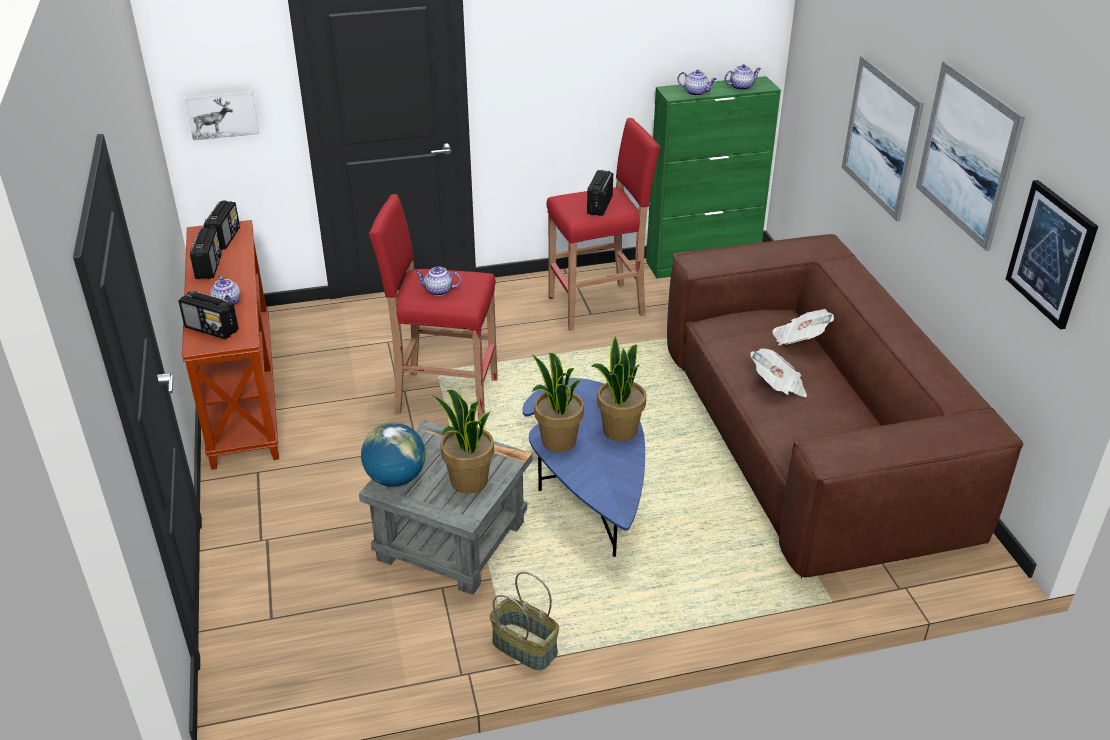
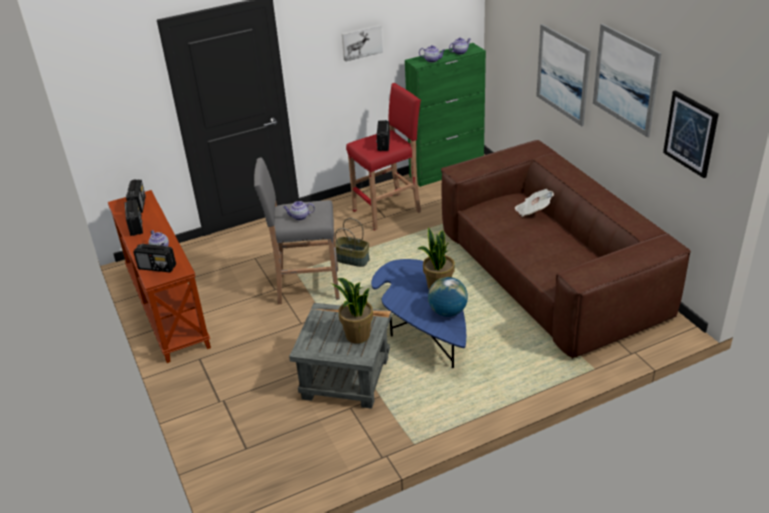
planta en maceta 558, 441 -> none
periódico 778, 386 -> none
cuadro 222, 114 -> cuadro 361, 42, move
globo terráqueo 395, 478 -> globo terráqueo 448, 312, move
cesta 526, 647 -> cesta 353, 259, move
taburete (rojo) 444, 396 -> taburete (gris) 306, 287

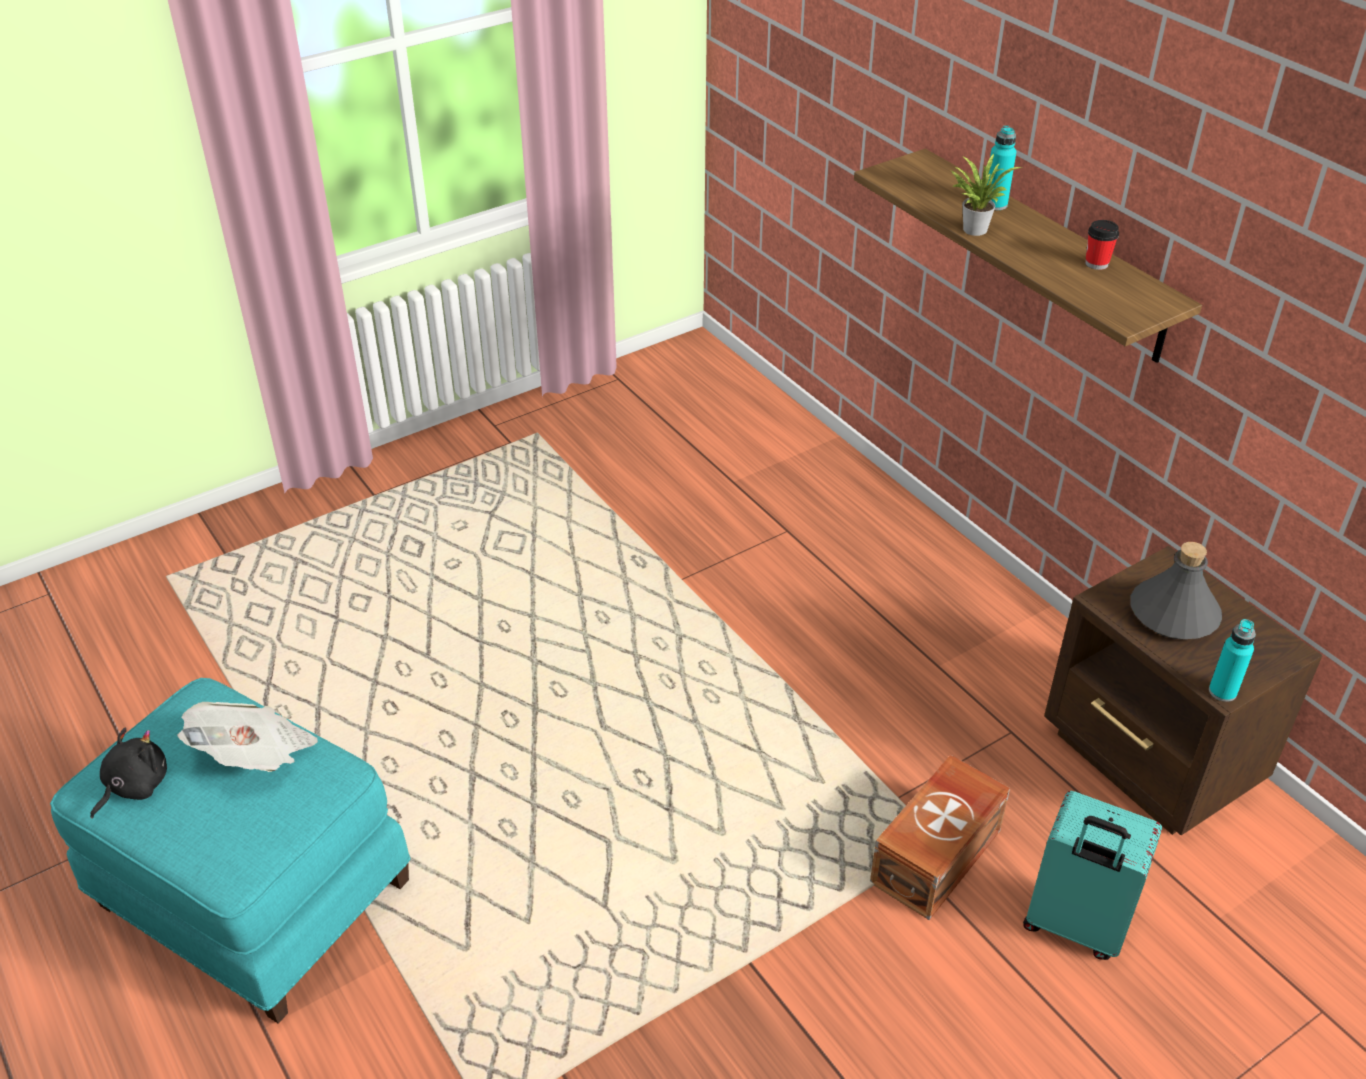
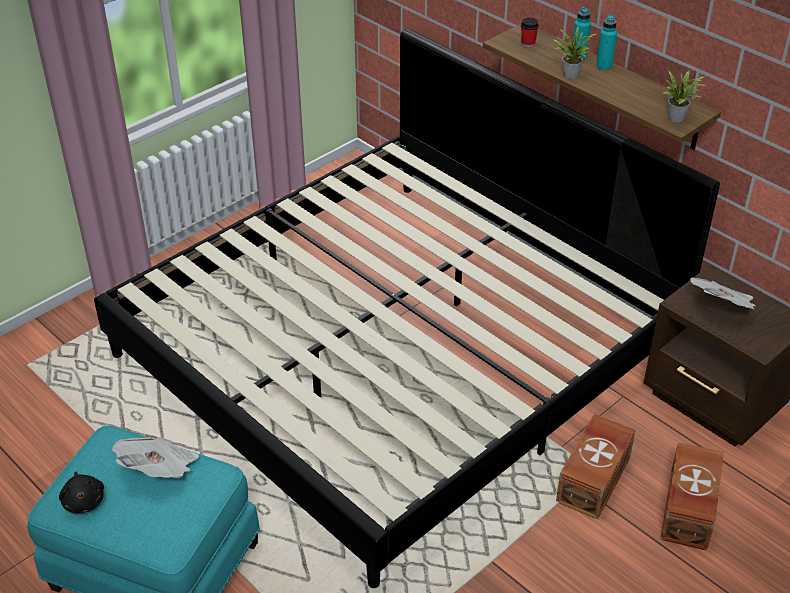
none -> cama 395, 351
none -> planta en maceta 678, 118
taza 1096, 263 -> taza 528, 44, move
botella (turquesa) 1222, 691 -> botella (turquesa) 604, 66, move
maleta (turquesa) 1074, 926 -> caja de almacenaje (marrón) 686, 510
botella (gris) 1173, 614 -> periódico 722, 307
peluche (negro) 134, 786 -> peluche (negro) 84, 501, 135 degrees clockwise

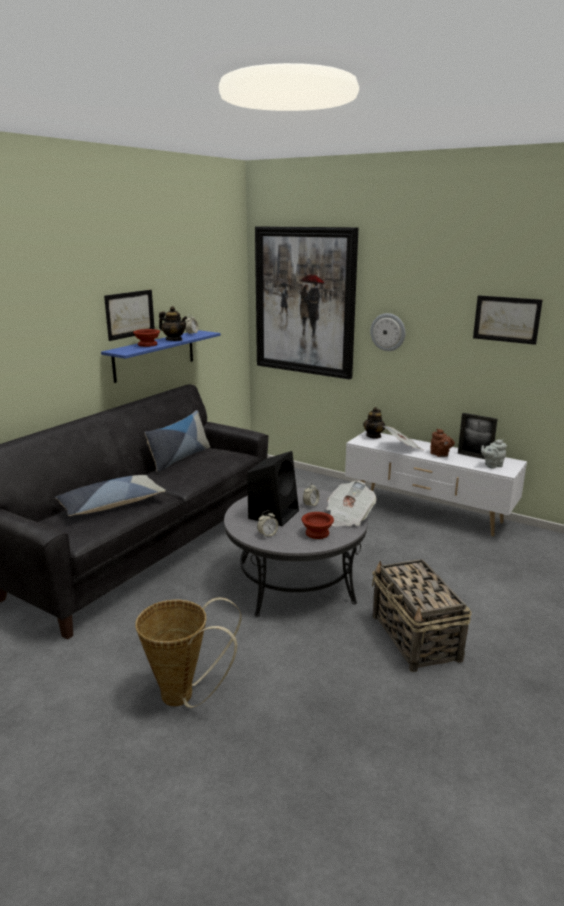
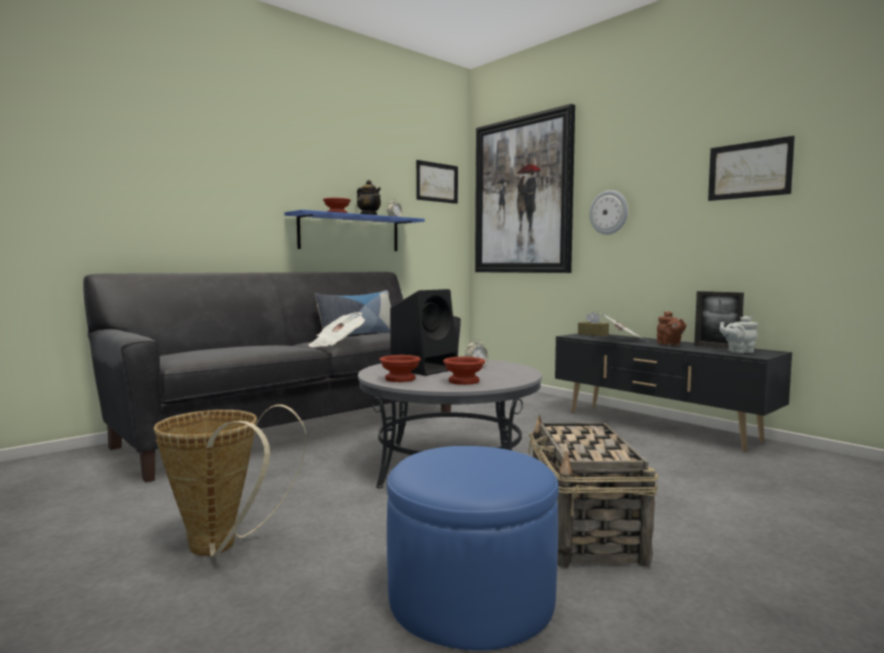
cojín 111, 504 -> none
none -> puf (azul) 471, 597
cuadro 130, 314 -> cuadro 437, 182, move
periódico 348, 517 -> periódico 336, 344, move
despertador 267, 535 -> cuenco (marrón) 401, 379
tetera 374, 436 -> caja de pañuelos (marrón) 593, 334
mueble de televisión (blanco) 427, 512 -> mueble de televisión (negro) 658, 426

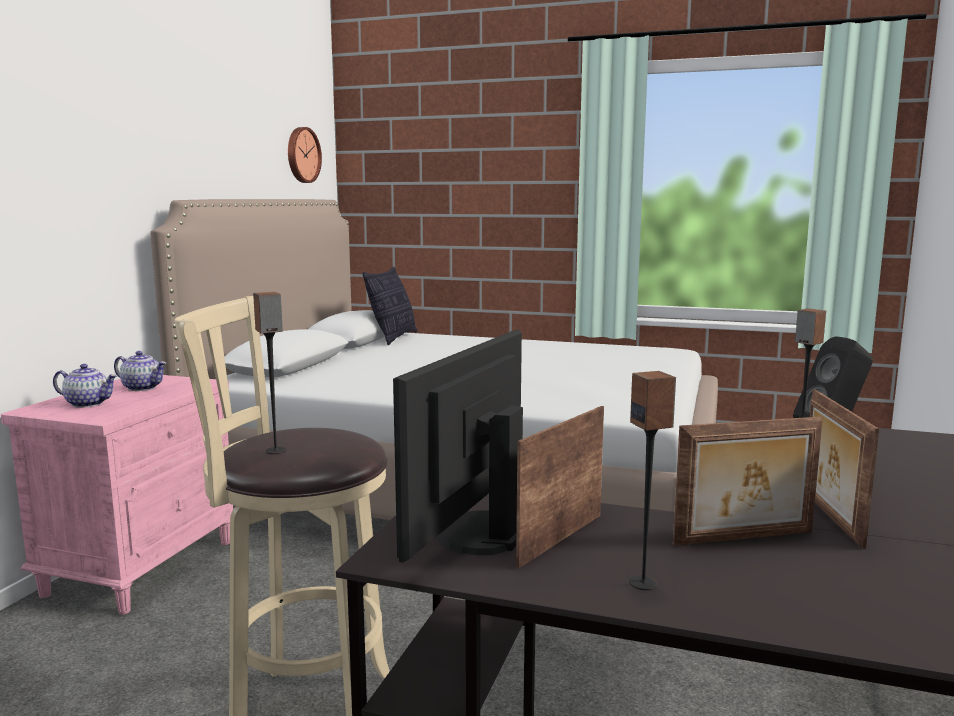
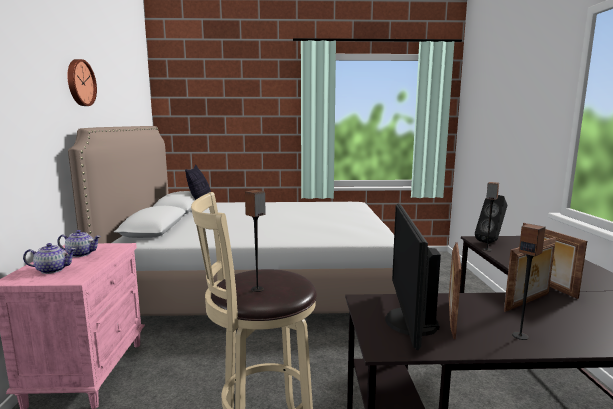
reloj de pared 302, 155 -> reloj de pared 80, 83, move

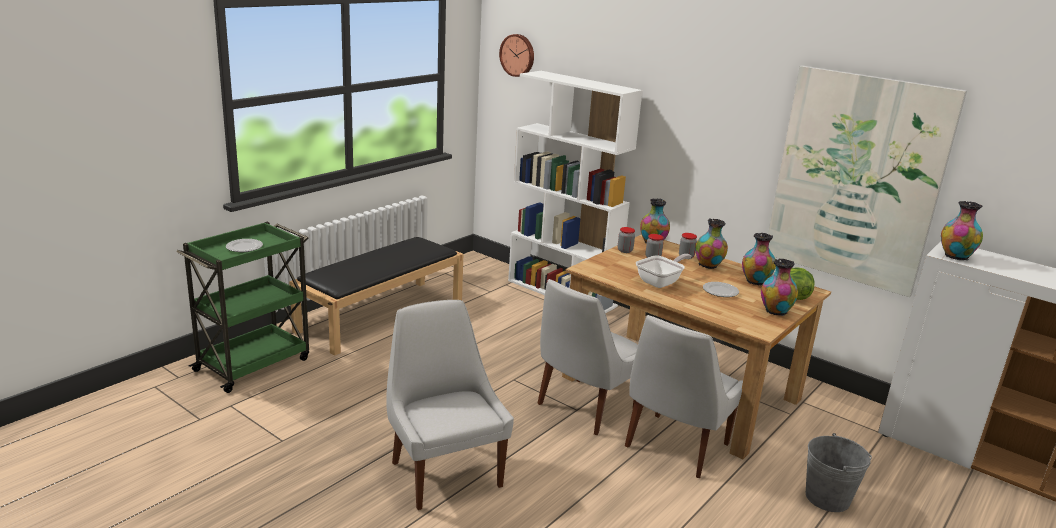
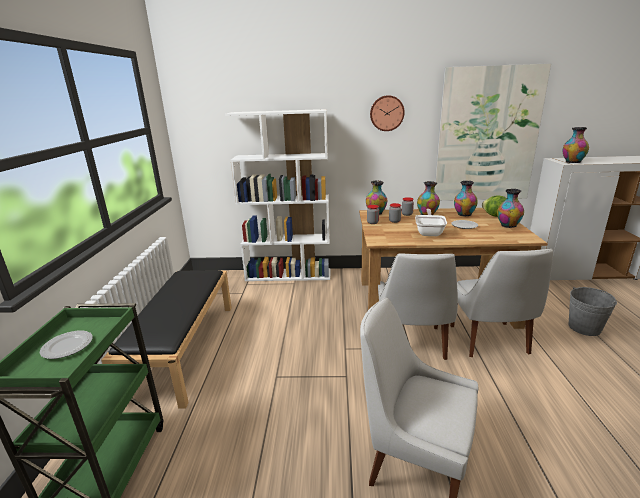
reloj de pared 518, 55 -> reloj de pared 386, 113, move

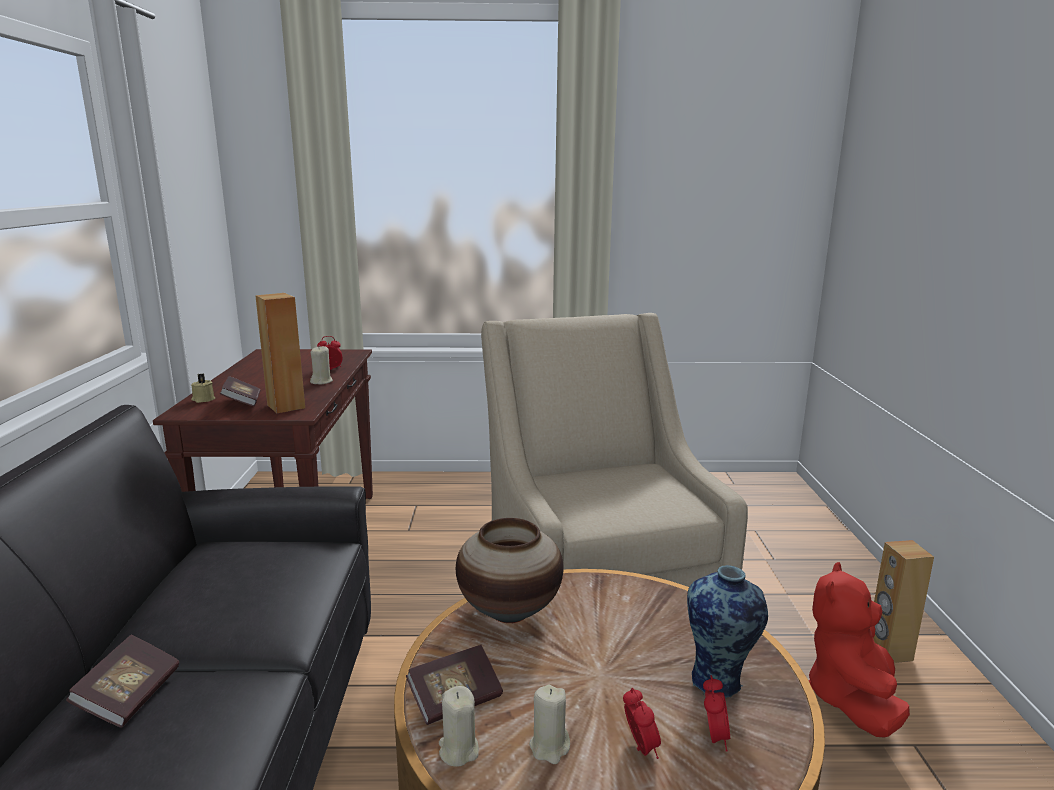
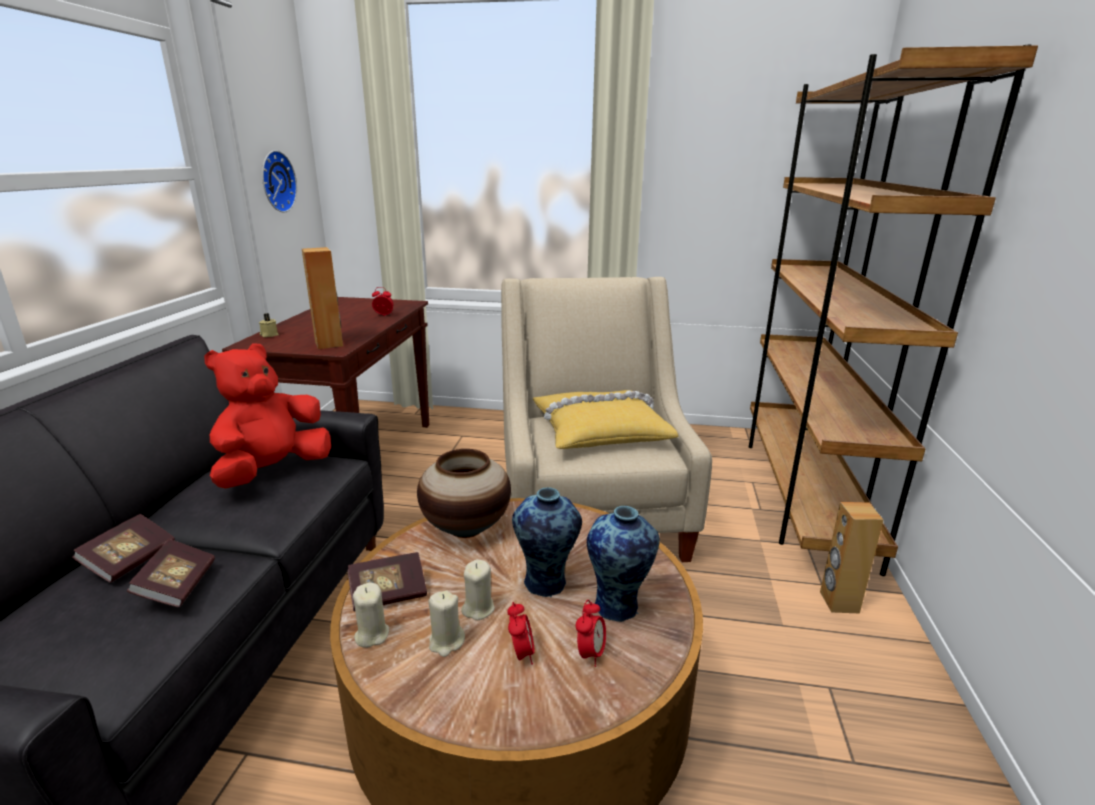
none -> reloj de pared 275, 181
none -> florero 546, 584
none -> cojín (amarillo) 599, 430
none -> estantería (marrón) 802, 492
libro 242, 402 -> libro 178, 586, move
vela (beis) 322, 381 -> vela (beis) 478, 608, move
peluche (rojo) 851, 699 -> peluche (rojo) 273, 471, move

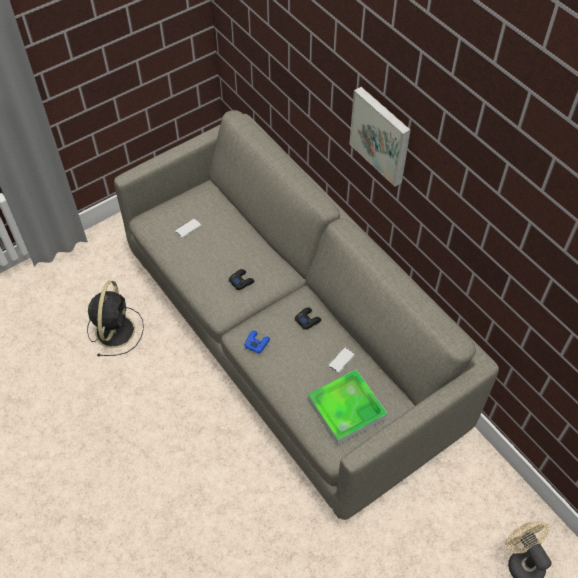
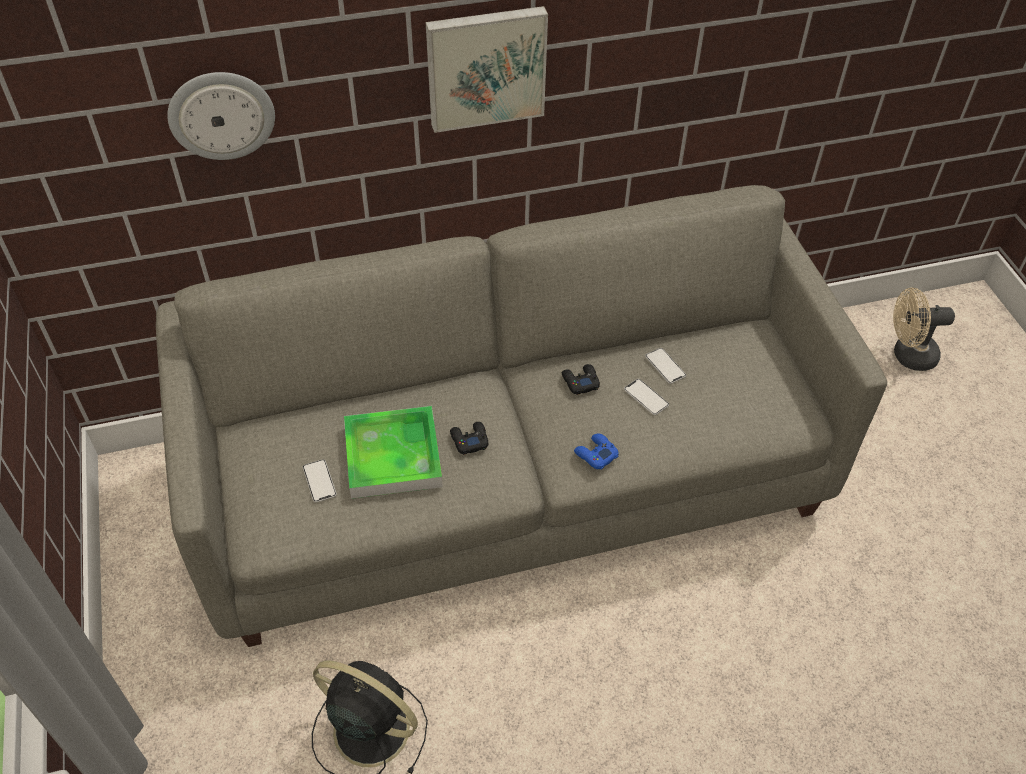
none -> reloj de pared 221, 115
none -> móvil 646, 397
bandeja 346, 409 -> bandeja 393, 456, move

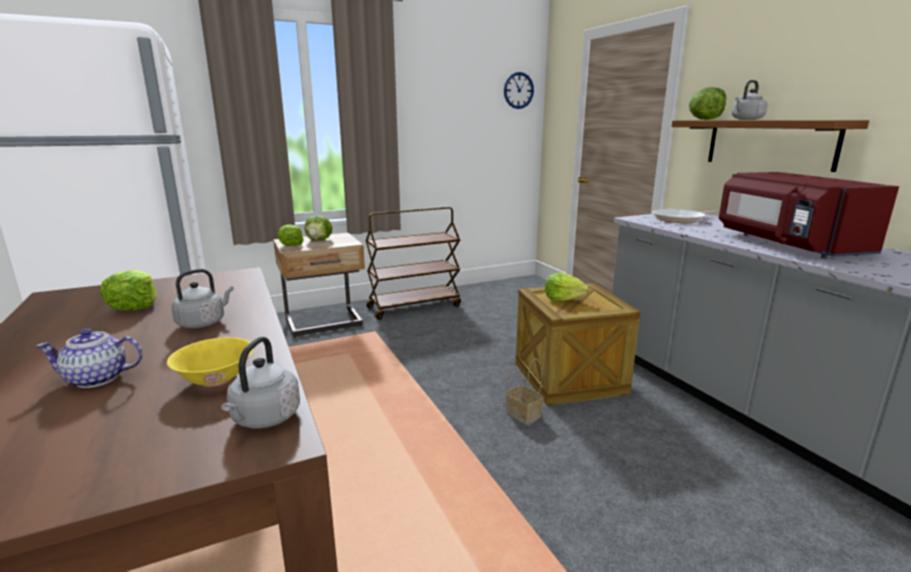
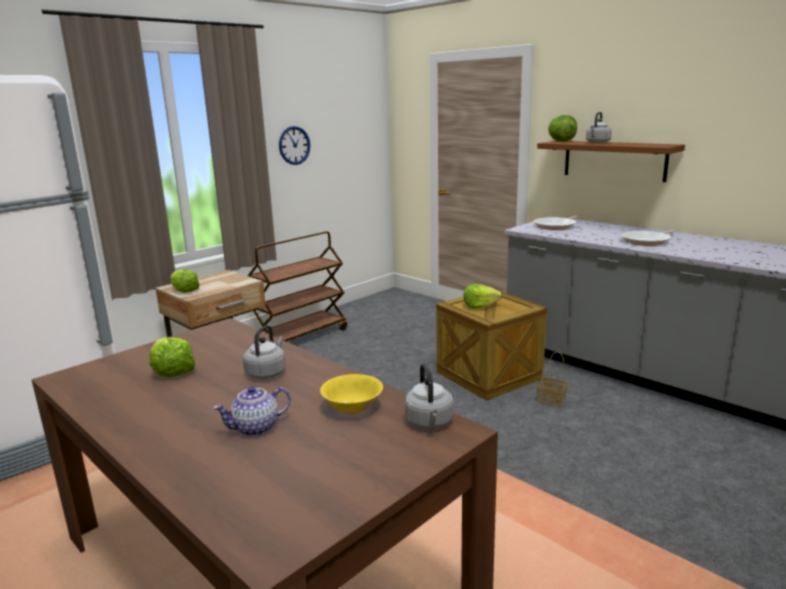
lechuga 319, 240 -> none
reloj de pared 518, 90 -> reloj de pared 294, 145, move
cesta 524, 415 -> cesta 552, 401, move
microondas (rojo) 786, 244 -> sartén 647, 241

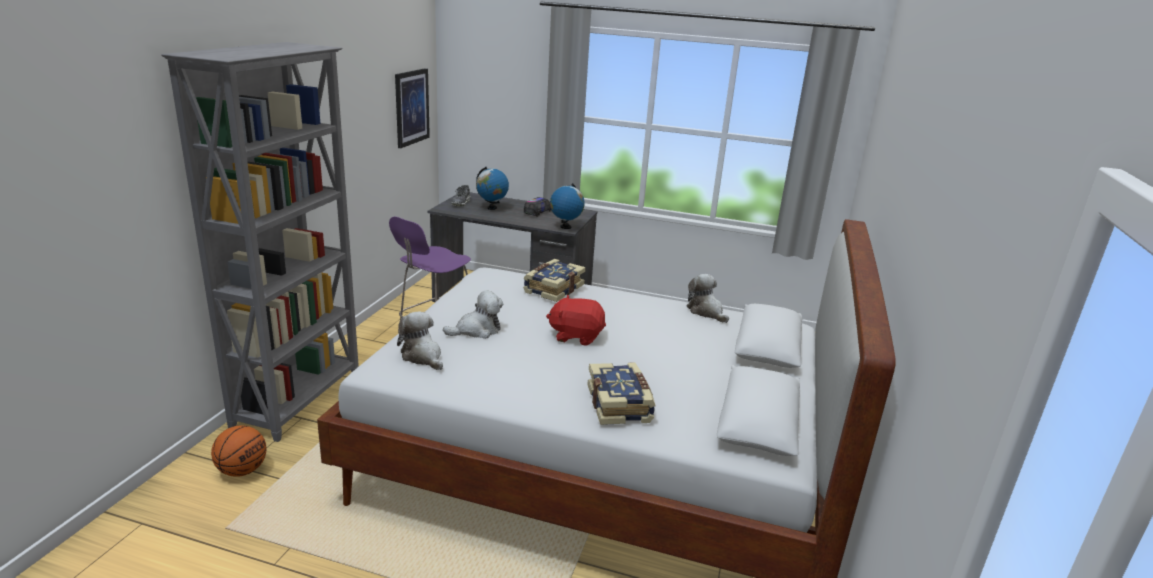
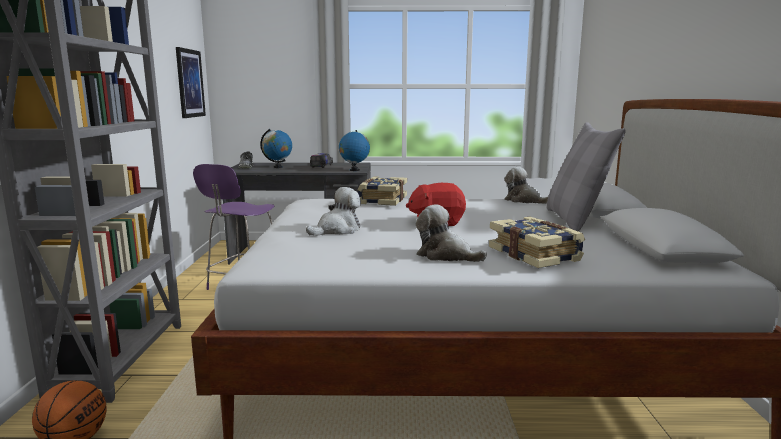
none -> cojín (gris) 575, 220
peluche 422, 356 -> peluche 445, 255, move

